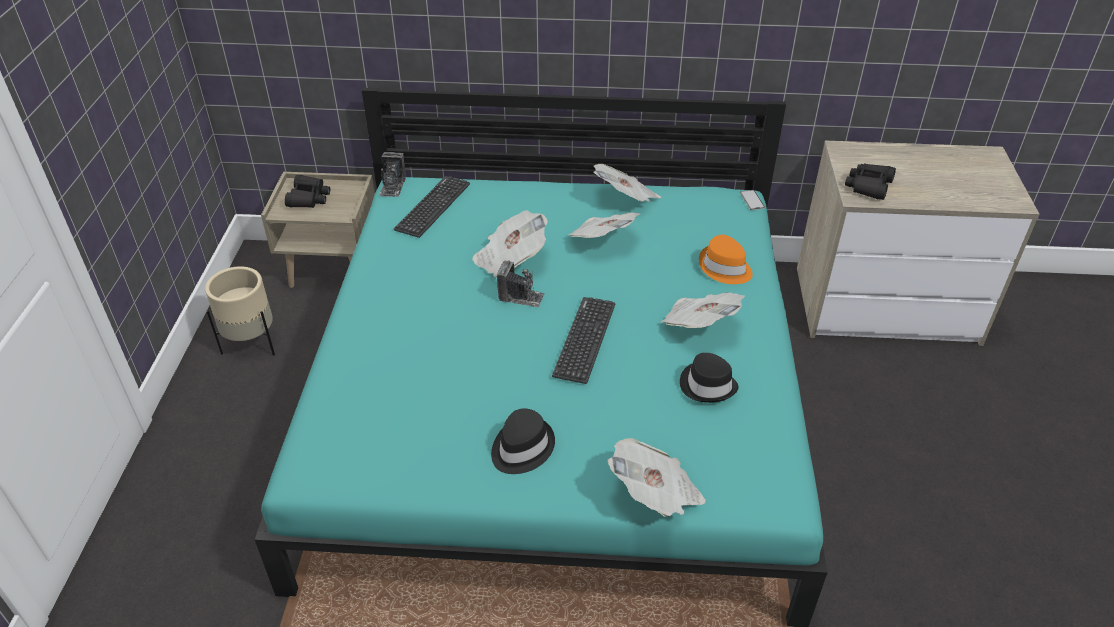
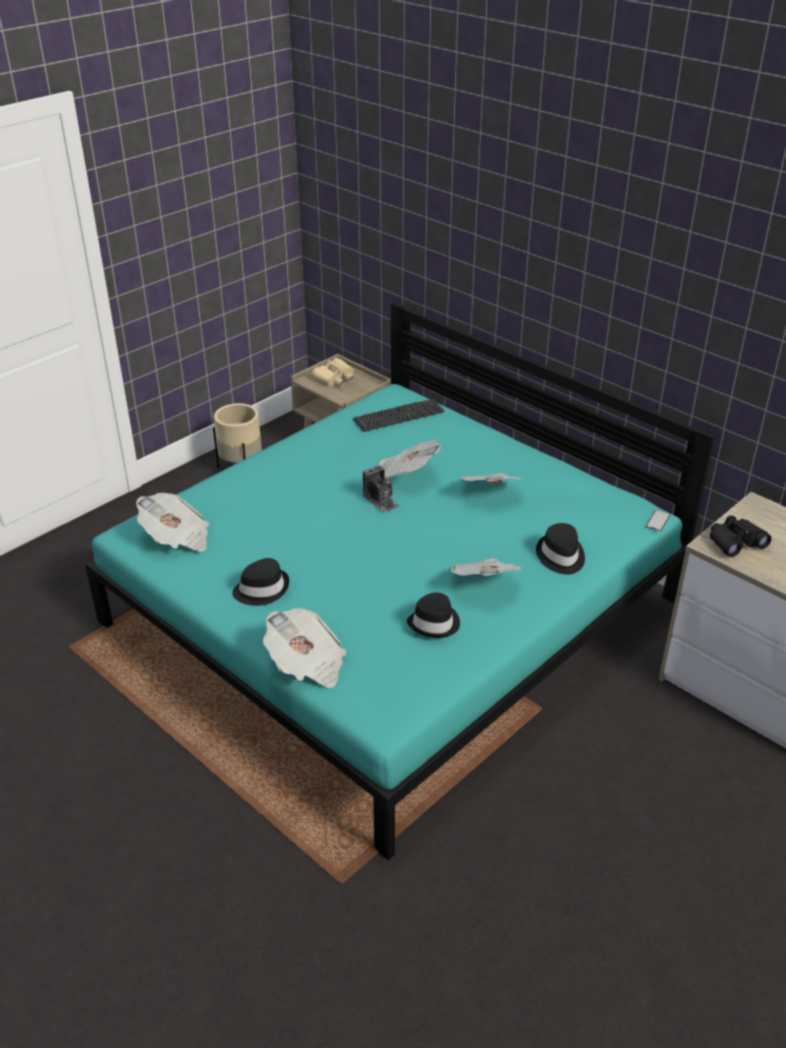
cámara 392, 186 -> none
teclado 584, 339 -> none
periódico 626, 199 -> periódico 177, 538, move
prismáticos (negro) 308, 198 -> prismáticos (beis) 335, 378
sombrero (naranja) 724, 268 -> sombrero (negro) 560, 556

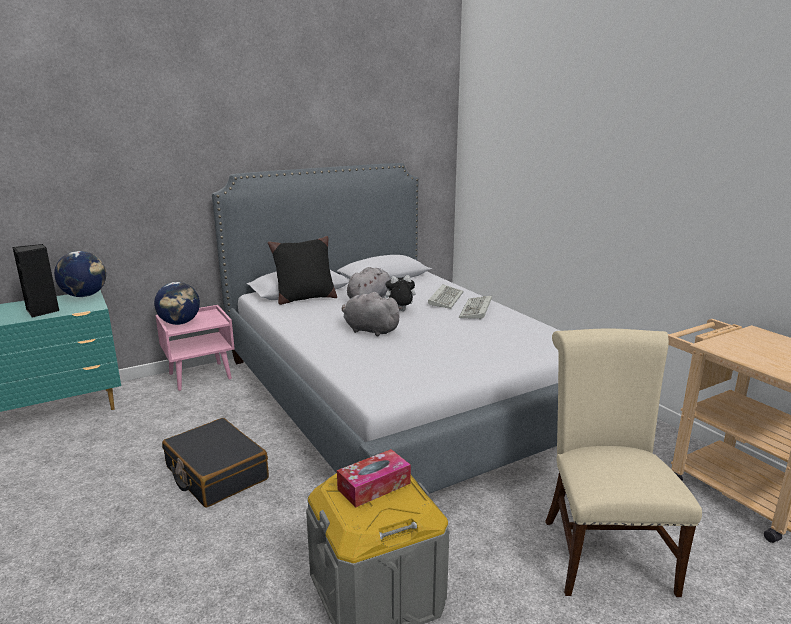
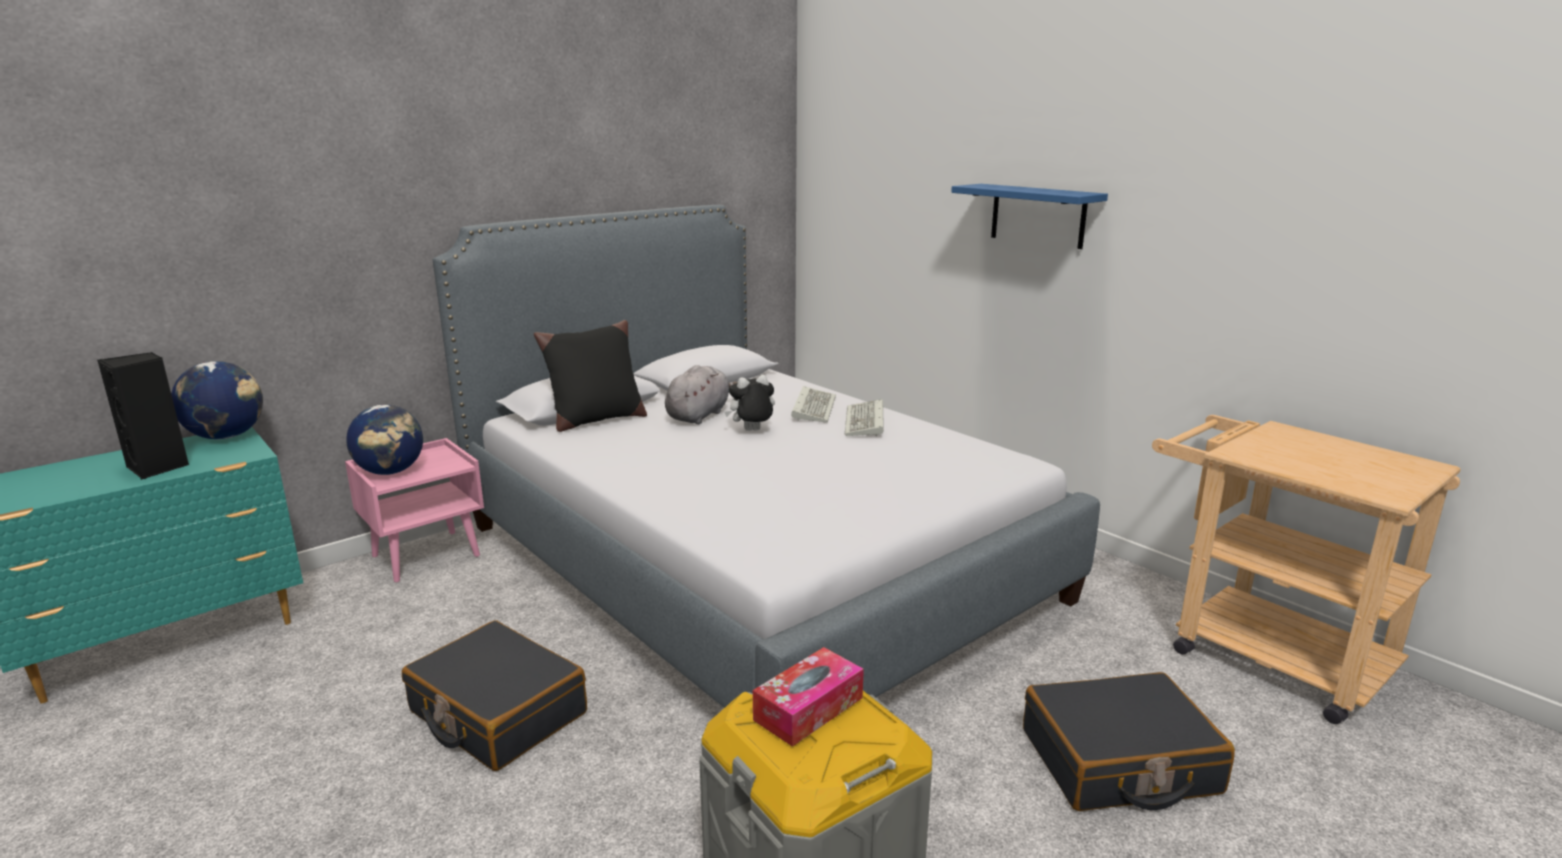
peluche (gris) 369, 330 -> none
none -> estante (azul) 1038, 215
silla (beis) 603, 549 -> maleta (negro) 1119, 762

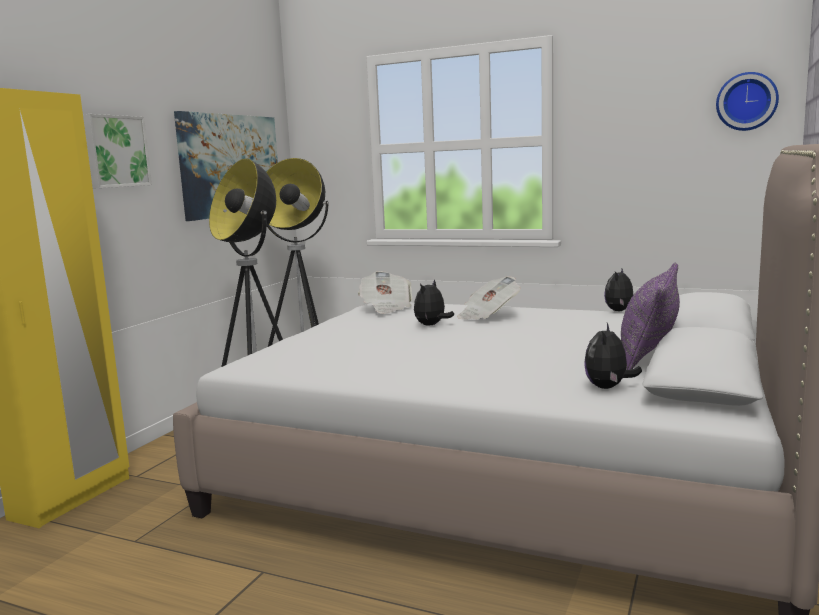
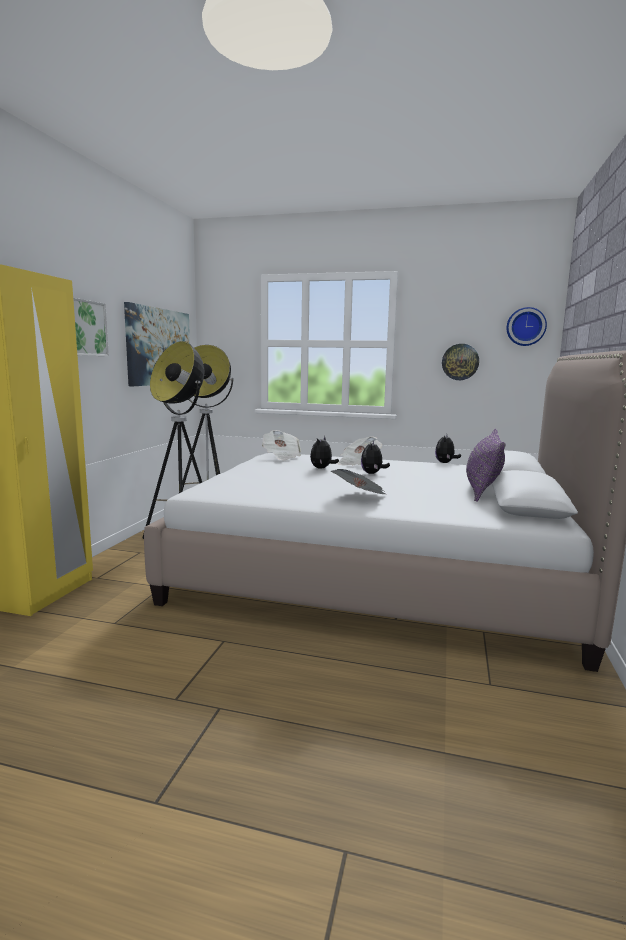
none -> periódico 360, 497
none -> reloj de pared 460, 362
peluche 608, 387 -> peluche 372, 473, move

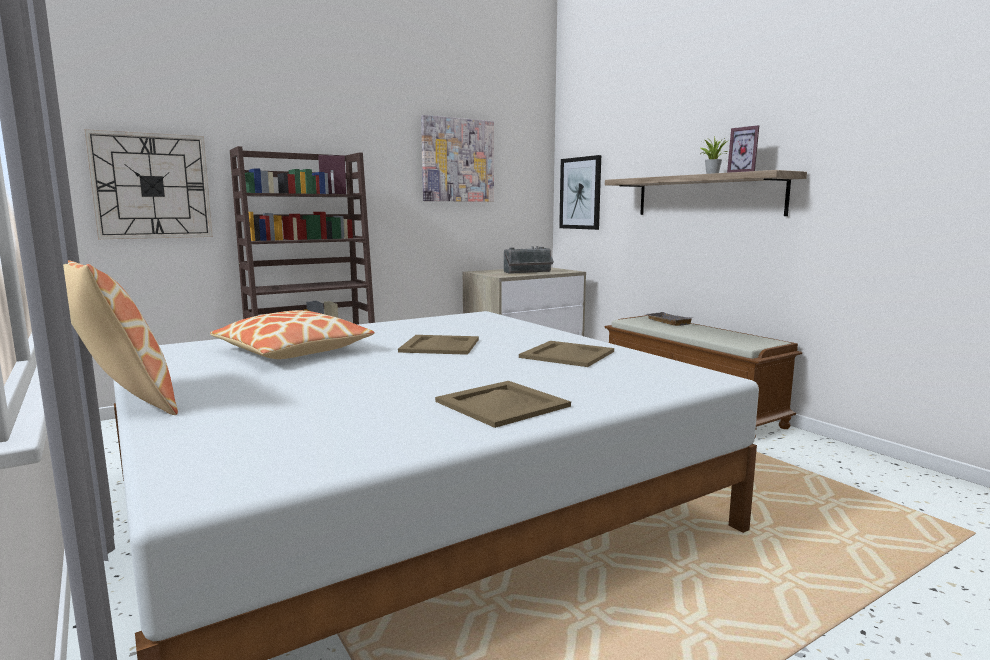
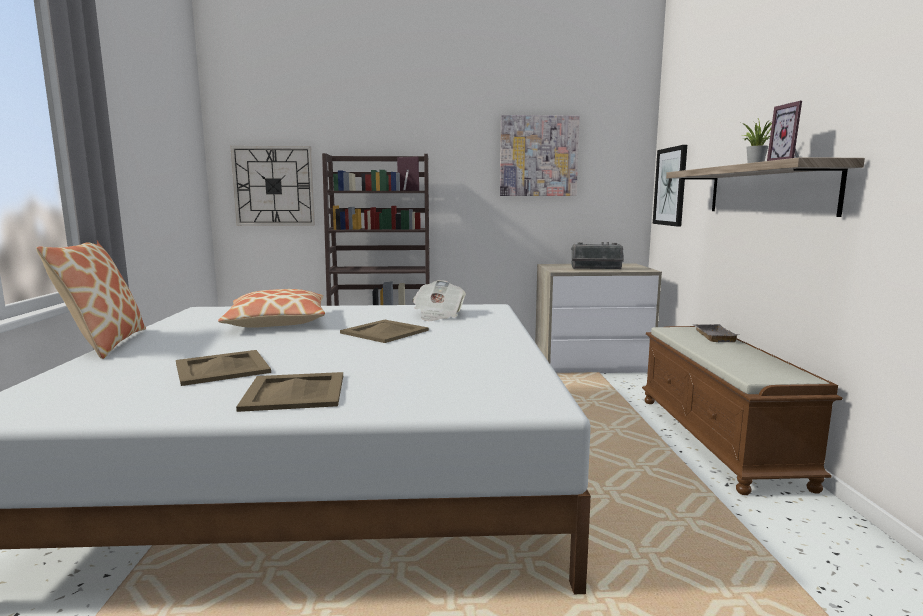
none -> periódico 438, 315
bandeja (beis) 567, 354 -> bandeja (beis) 223, 367, move

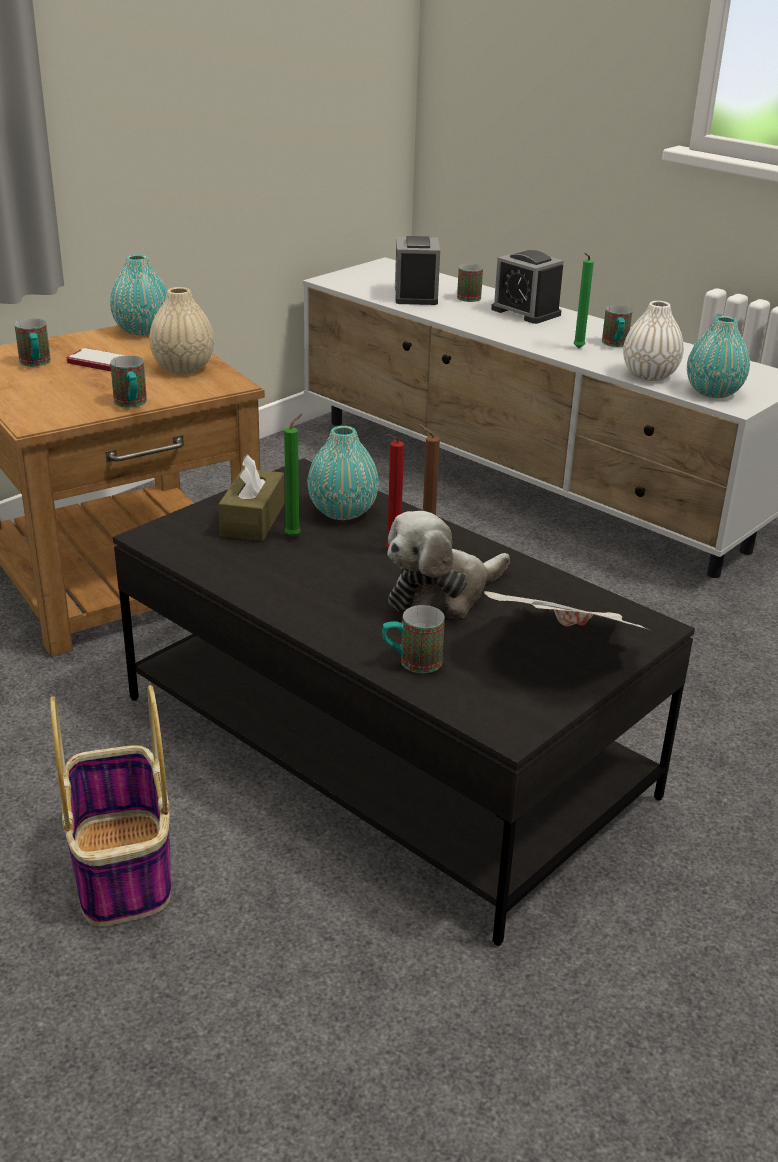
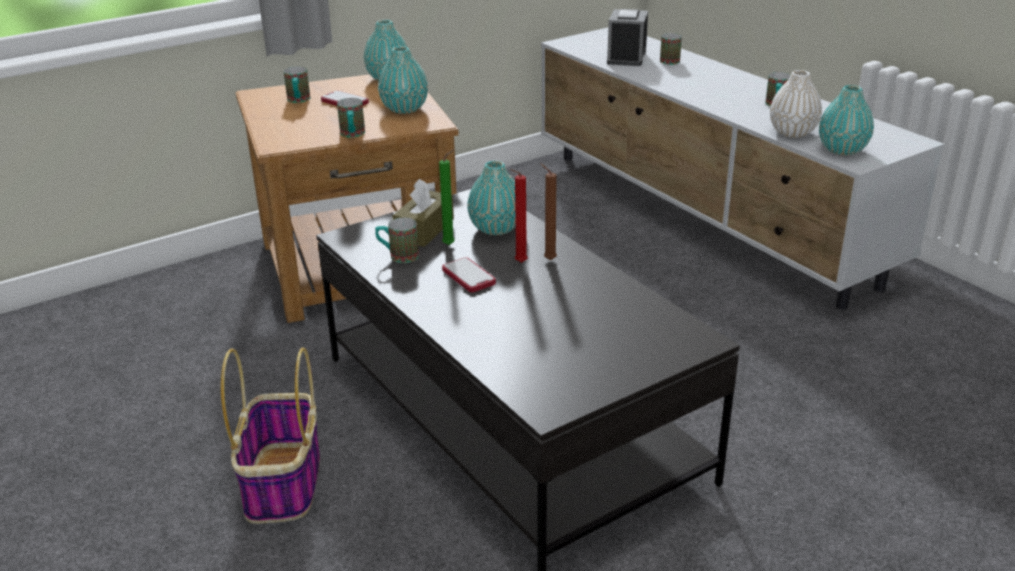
peluche 441, 596 -> none
periódico 566, 648 -> none
despertador 526, 312 -> none
vela (verde) 577, 349 -> none
none -> móvil 468, 276
taza grande 411, 662 -> taza grande 398, 256, move
florero (beis) 183, 368 -> florero (turquesa) 404, 109

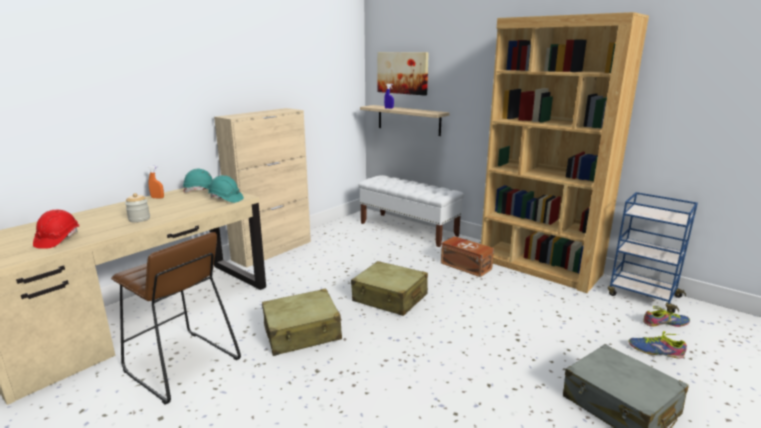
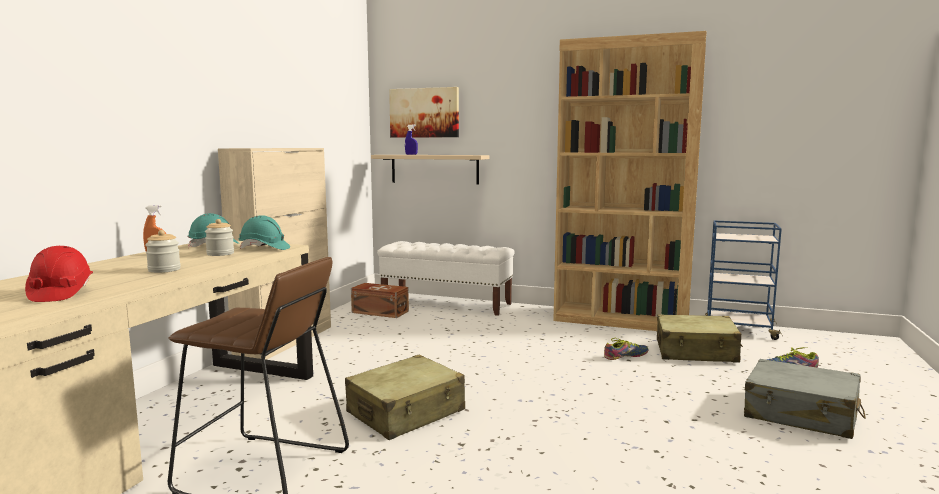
none -> tarro 220, 254
maleta (beis) 390, 298 -> maleta (beis) 696, 352, move
caja de almacenaje (marrón) 465, 265 -> caja de almacenaje (marrón) 380, 311, move
zapato 665, 323 -> zapato 625, 356, move

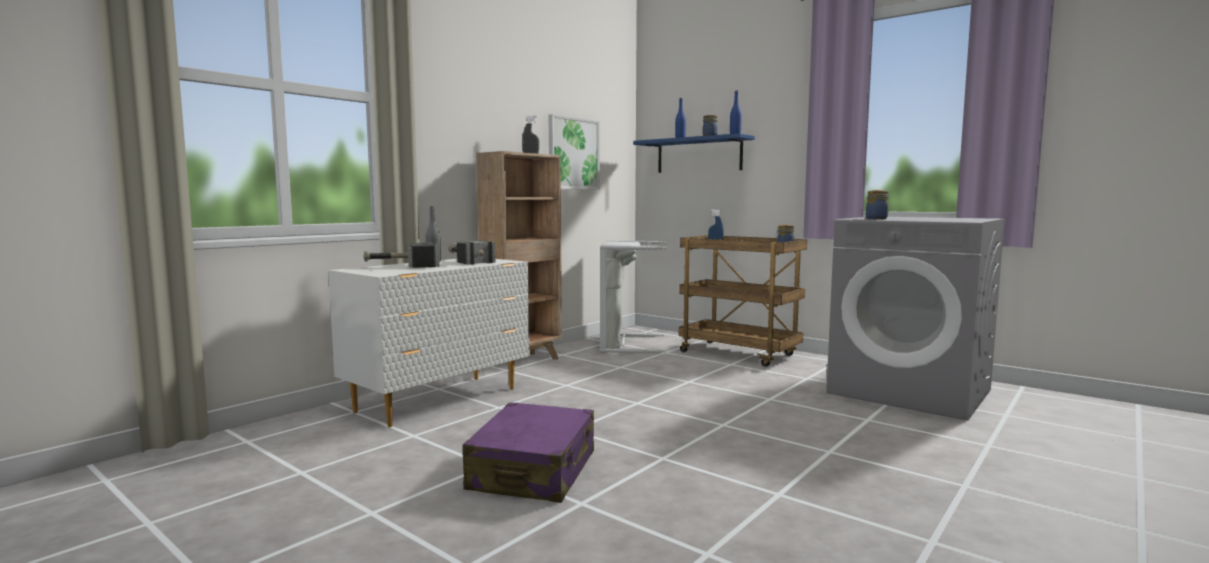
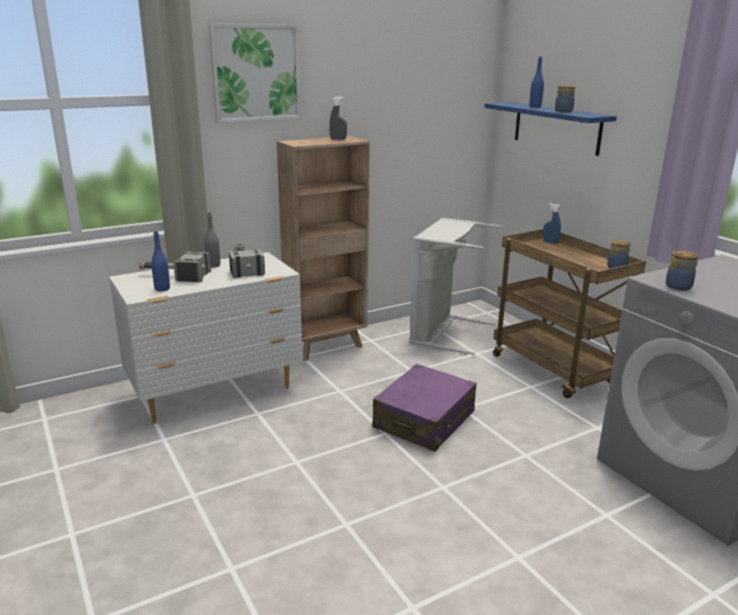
maleta (morado) 533, 471 -> maleta (morado) 424, 420, move
cuadro 573, 153 -> cuadro 255, 73, move
botella (azul) 735, 134 -> botella (azul) 162, 289, move

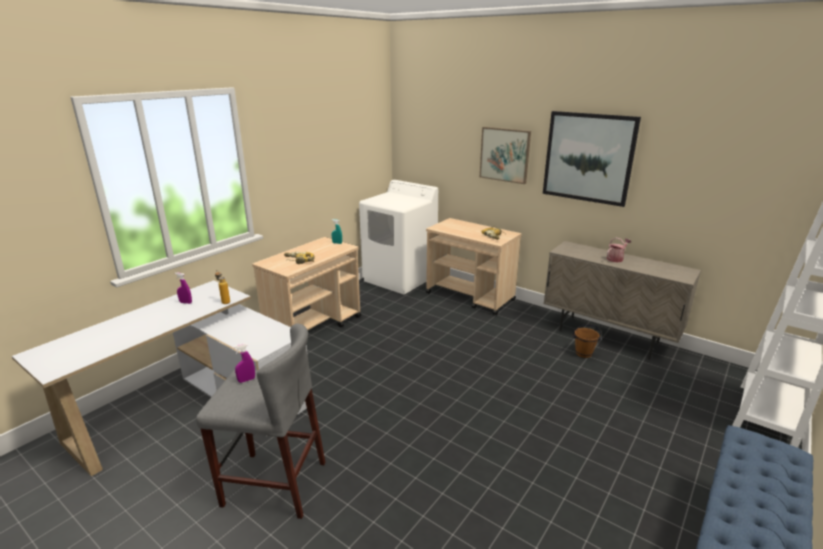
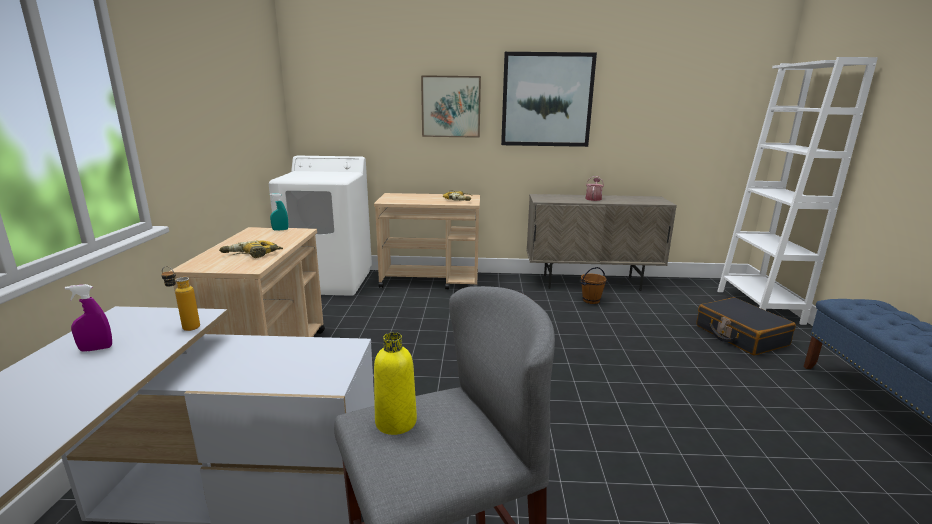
none -> maleta (negro) 740, 335
pulverizador (morado) 246, 380 -> botella (amarillo) 396, 422

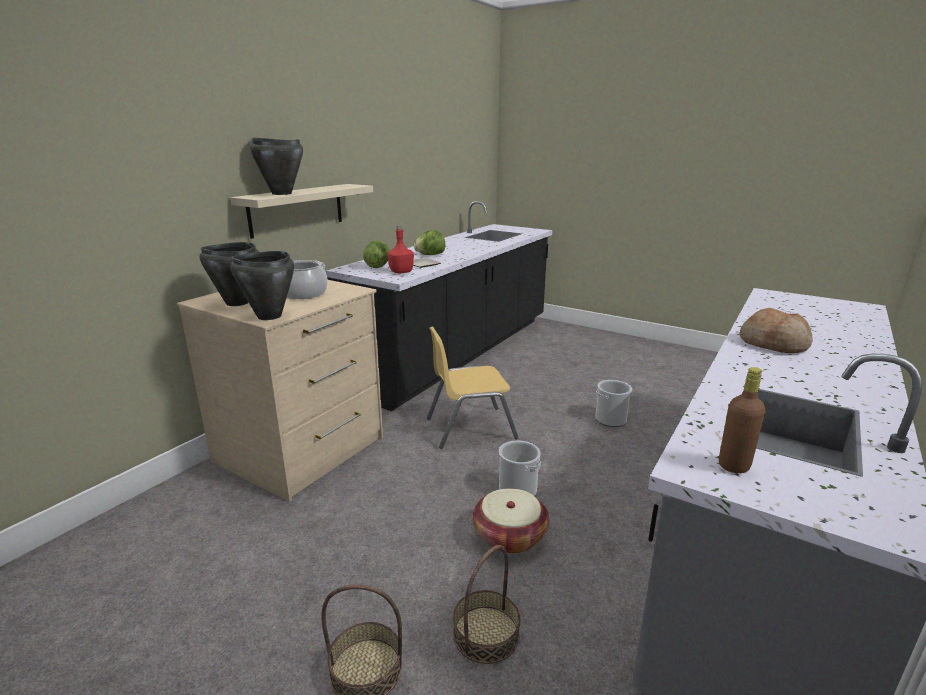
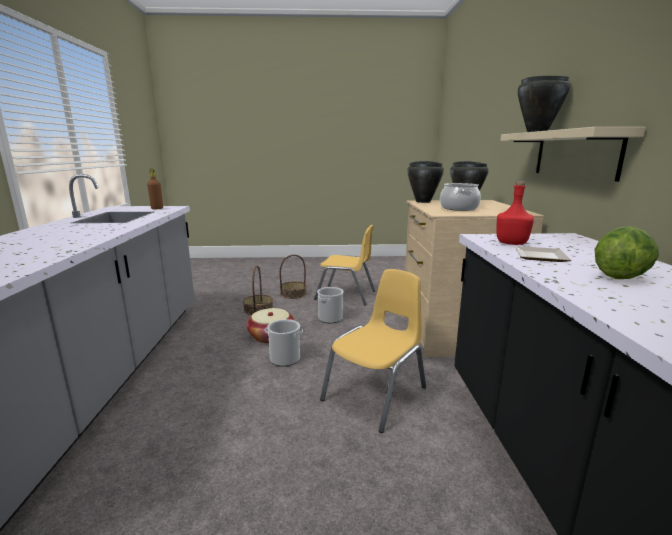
lechuga 377, 267 -> none
pan 774, 344 -> none
none -> silla (amarillo) 346, 295
cubo 610, 419 -> cubo 330, 318, move

